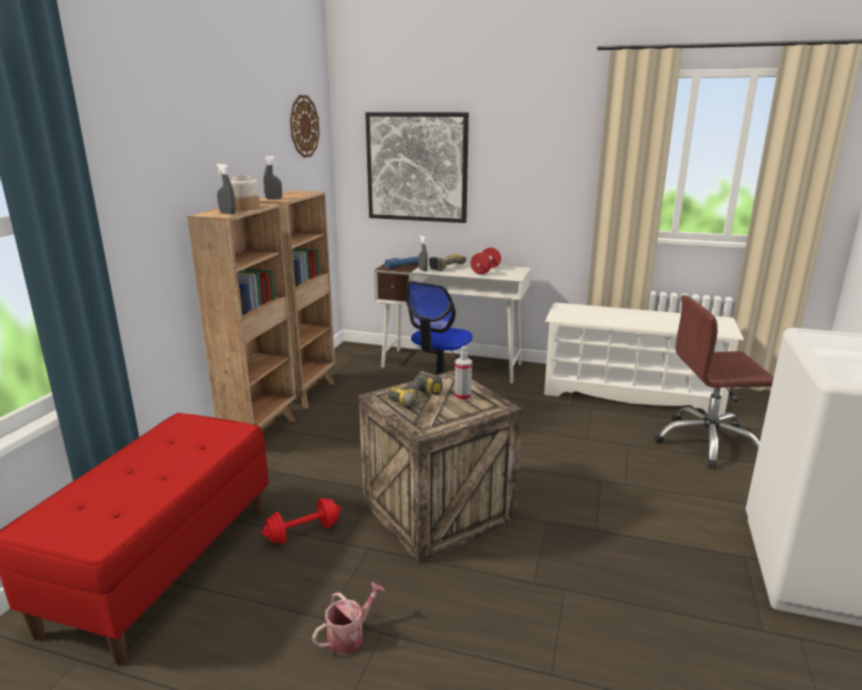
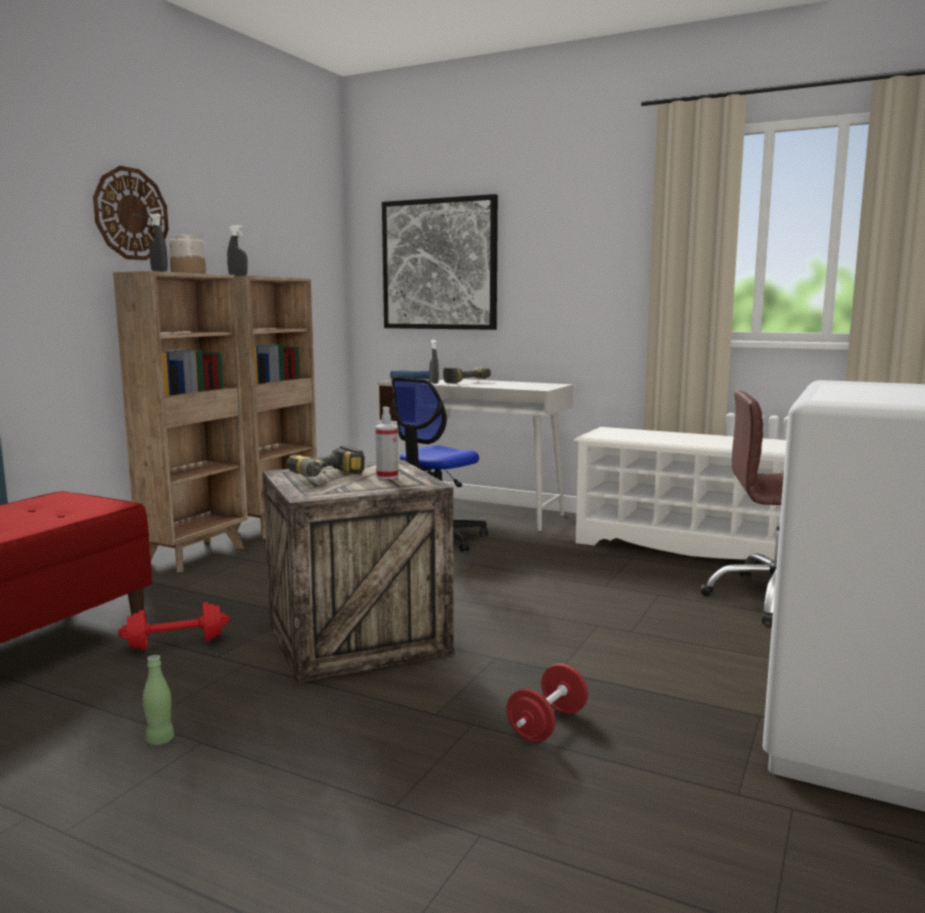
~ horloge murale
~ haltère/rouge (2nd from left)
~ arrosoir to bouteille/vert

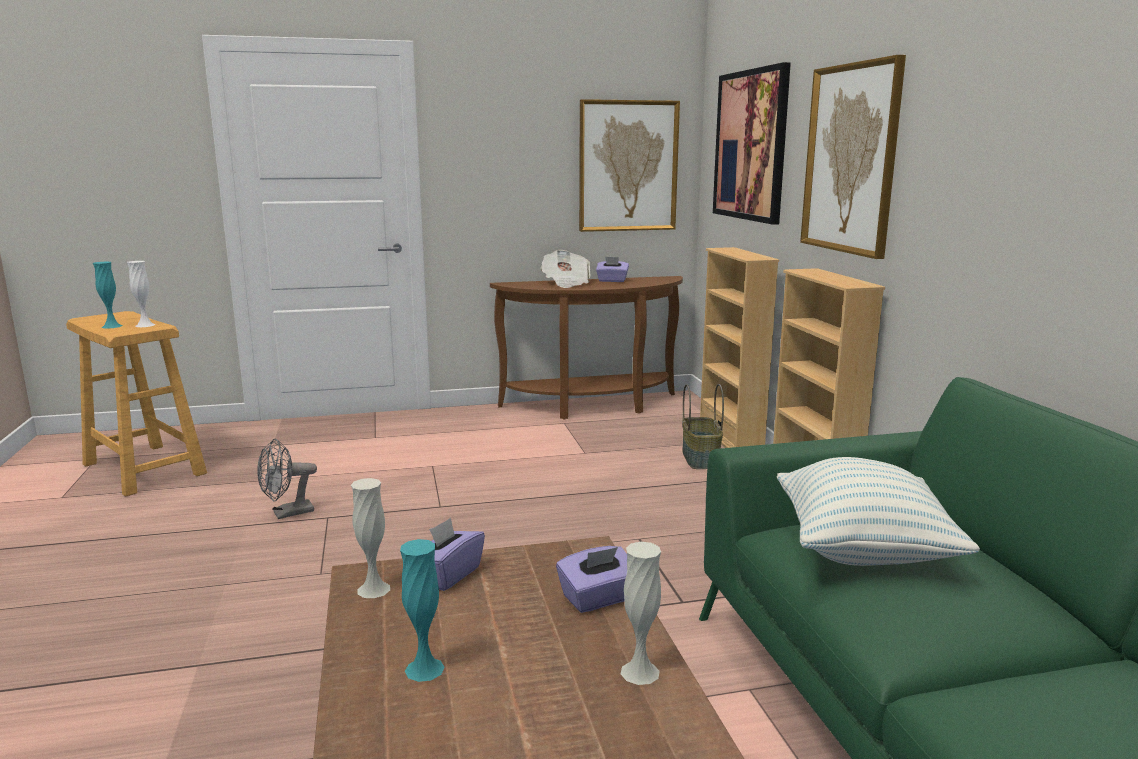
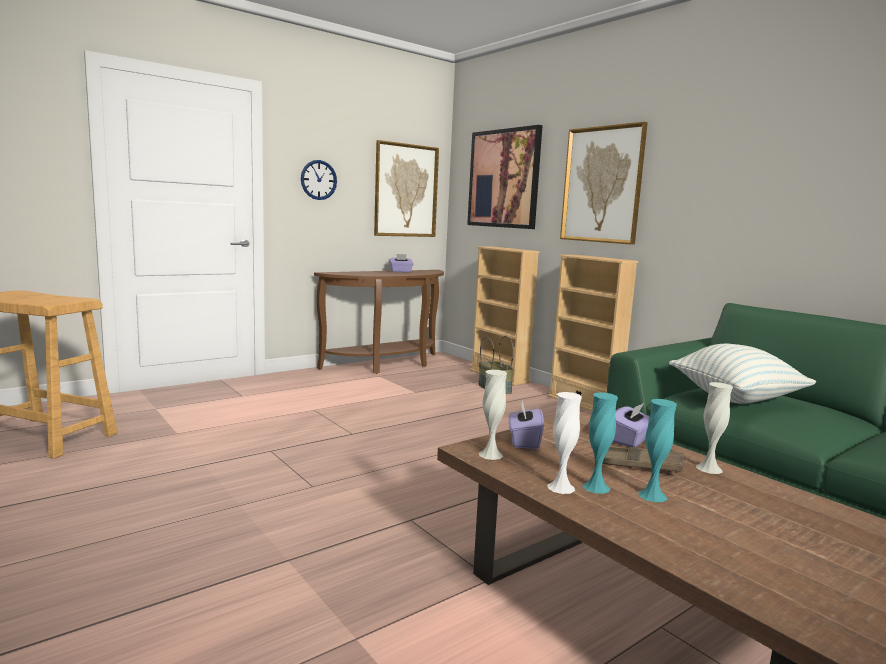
- ventilateur/gris
- journal
+ horloge murale
+ plateau/marron
~ vase/turquoise (1st from left in the first image) to vase/turquoise (2nd from left)
~ vase/blanc (1st from left in the first image) to vase/blanc (2nd from left)

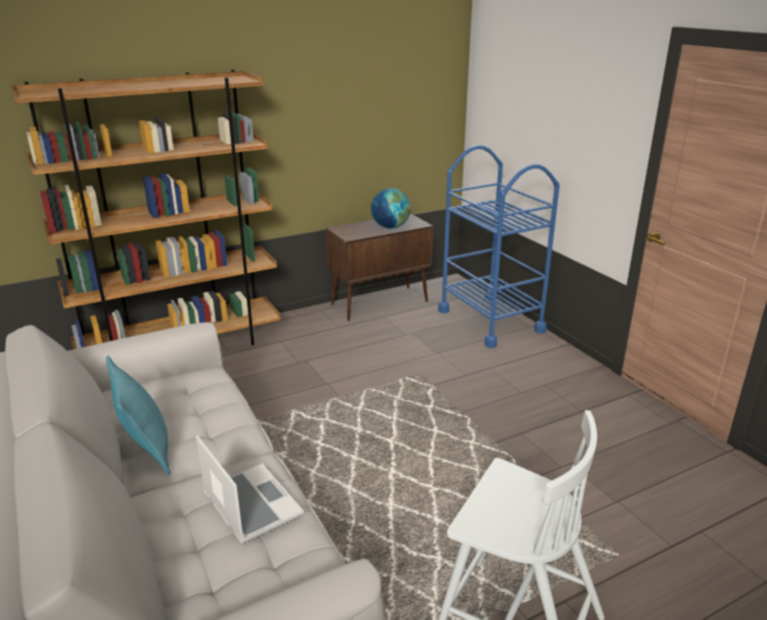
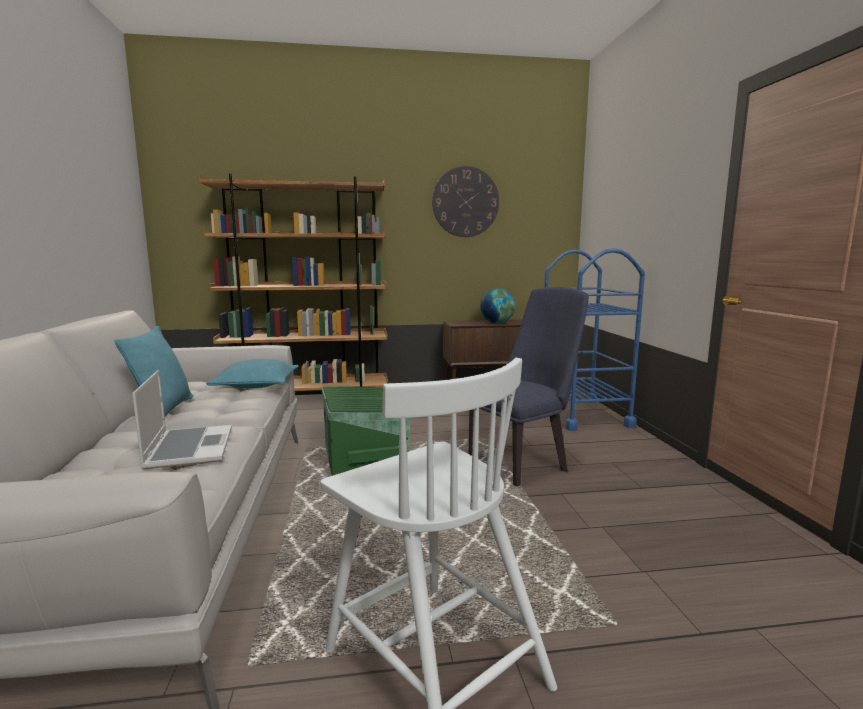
+ coussin/turquoise (2nd from left)
+ boîte de rangement/vert
+ horloge murale
+ chaise/bleu

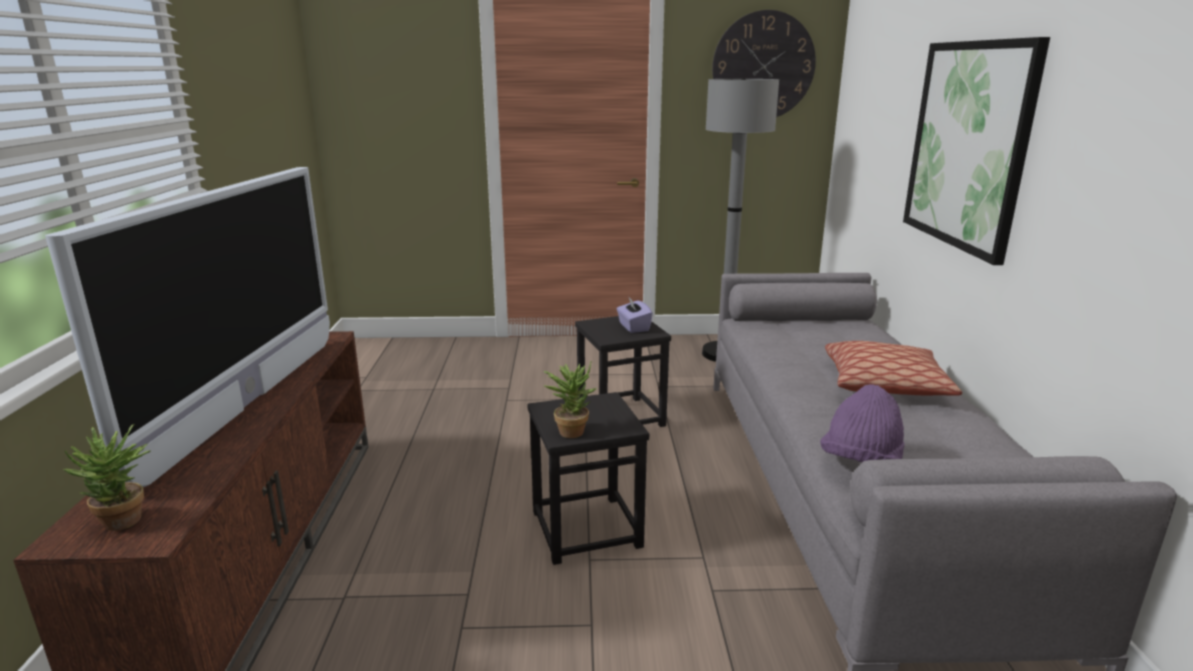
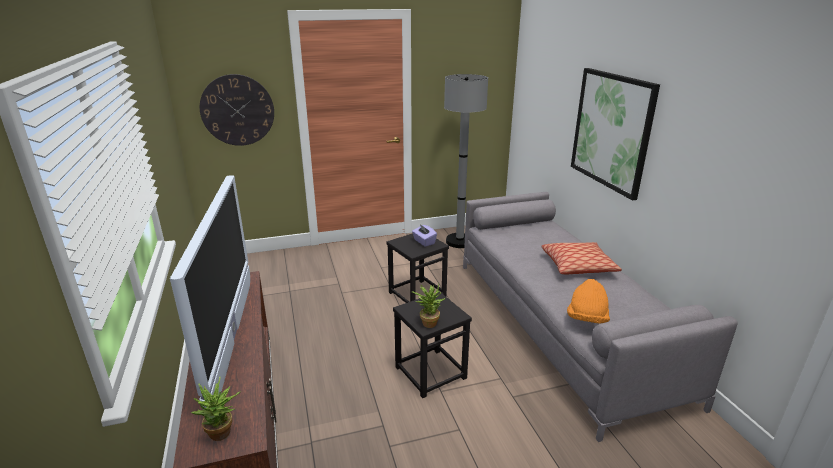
~ horloge murale
~ chapeau/violet to chapeau/orange

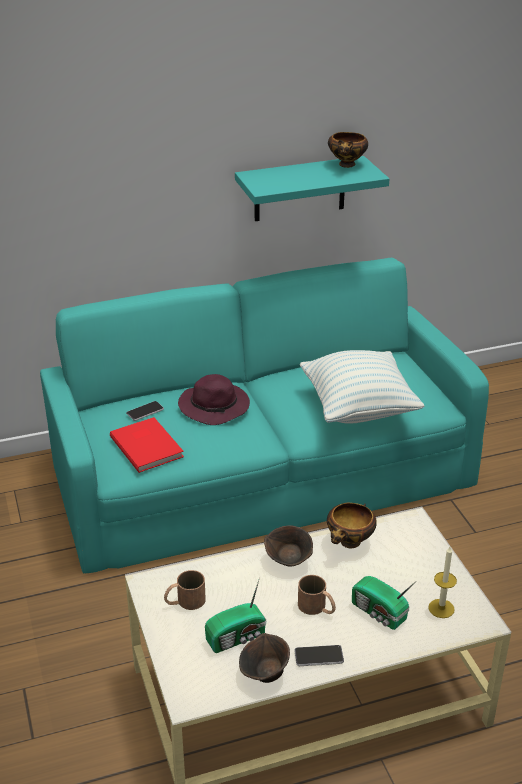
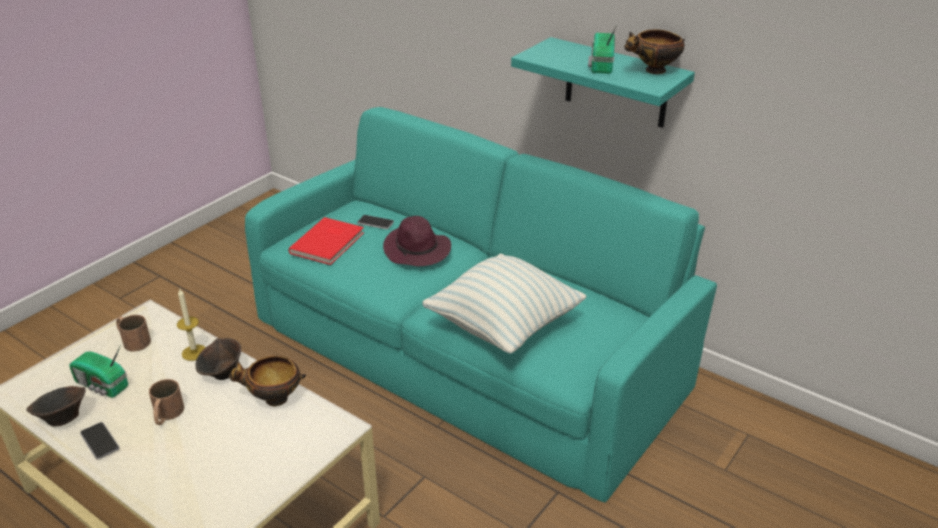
~ radio (2nd from left)
~ bougie

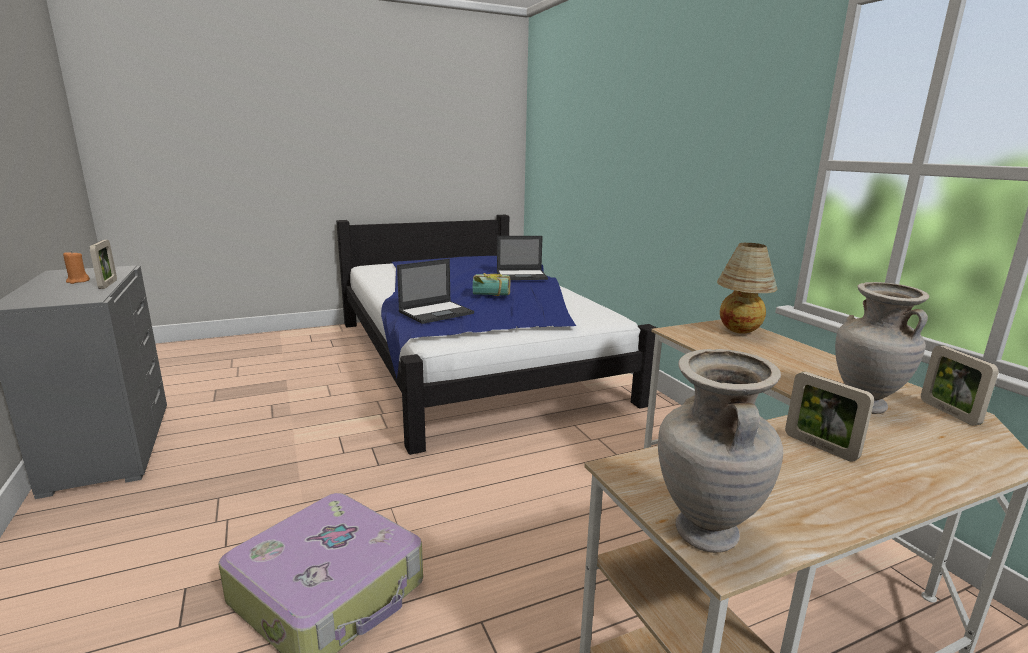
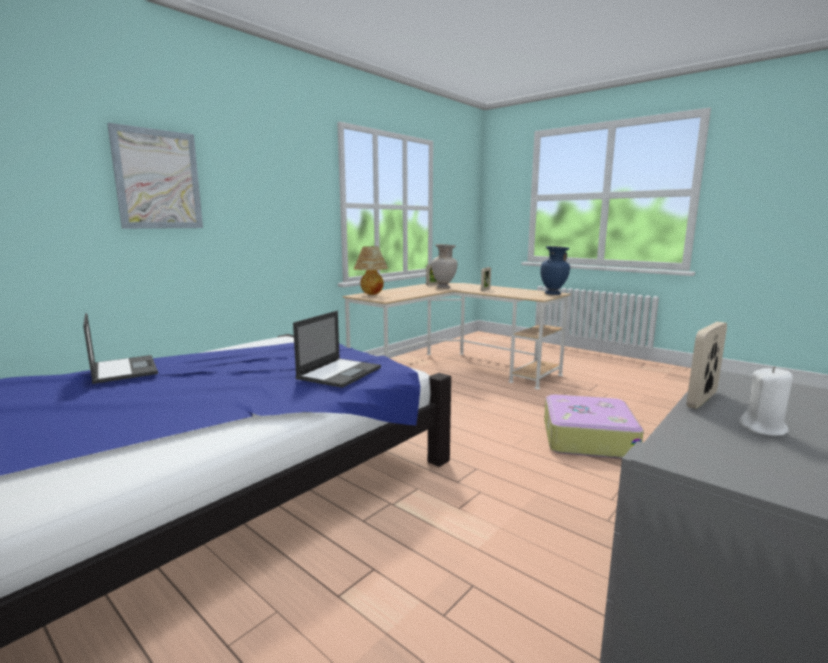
- livre
+ tableau
~ bougie/orange to bougie/blanc
~ vase/beige (1st from left) to vase/bleu
~ ordinateur portable (1st from left in the first image) 90 degrees clockwise

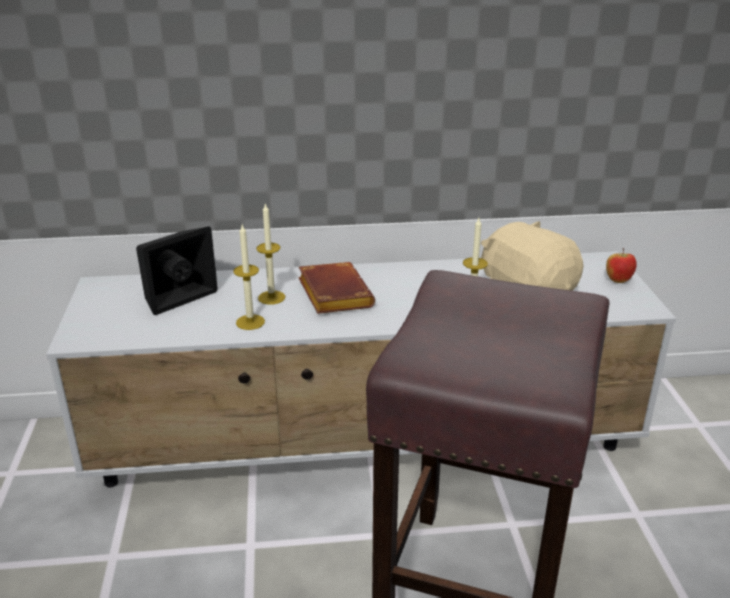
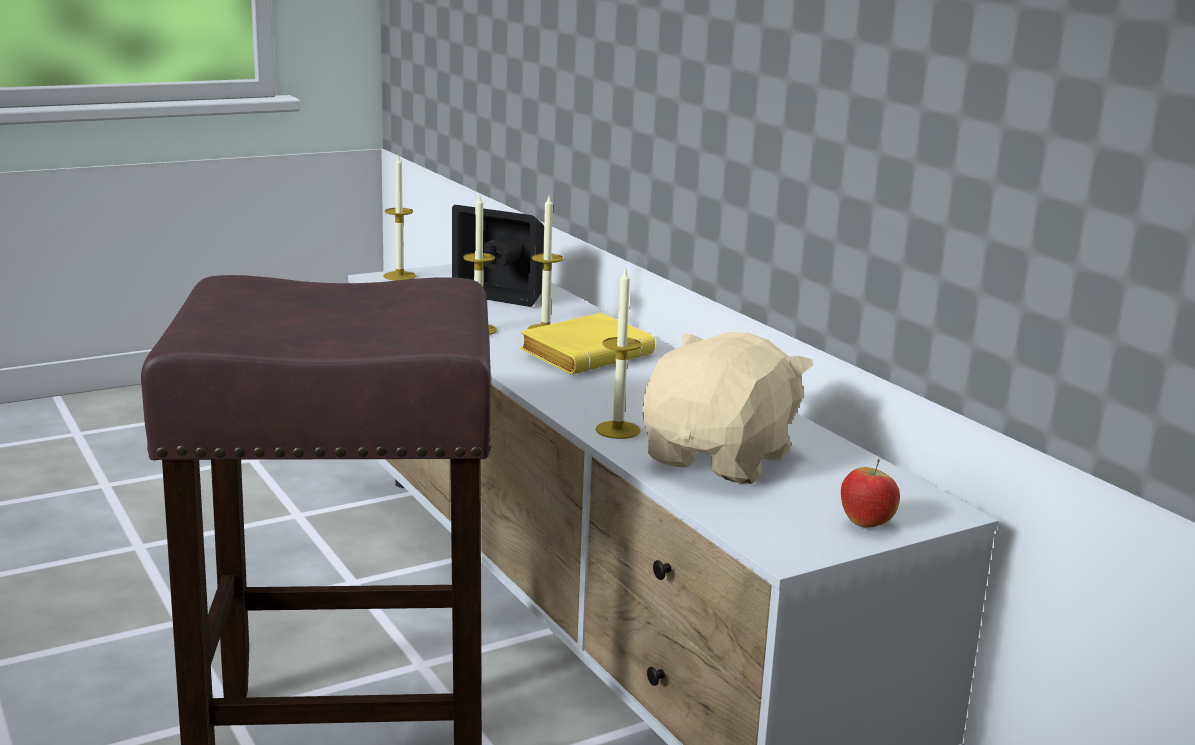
+ bougie (1st from left)
~ livre/marron to livre/jaune

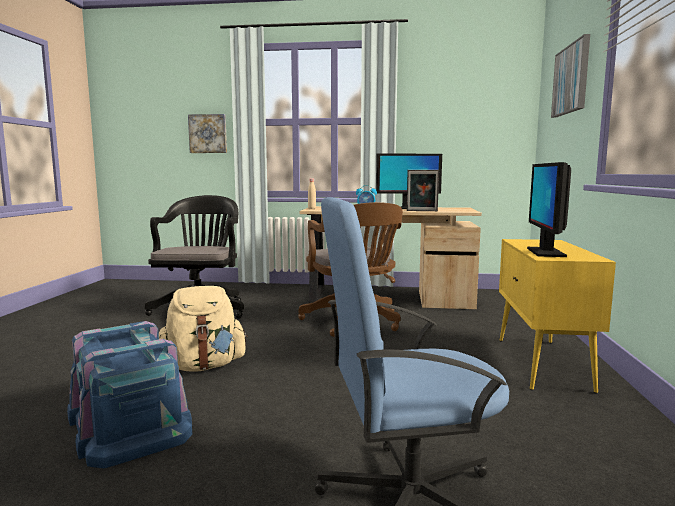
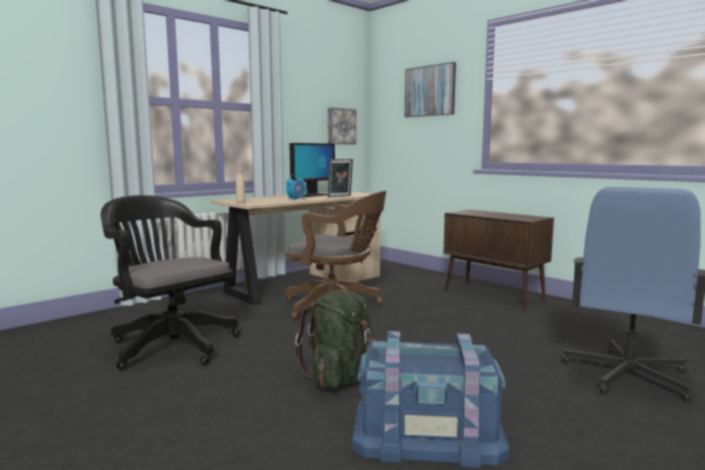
- écran d'ordinateur (2nd from left)
~ tableau (1st from left)
~ sac à dos/beige to sac à dos/vert
~ meuble de rangement/jaune to meuble de rangement/marron

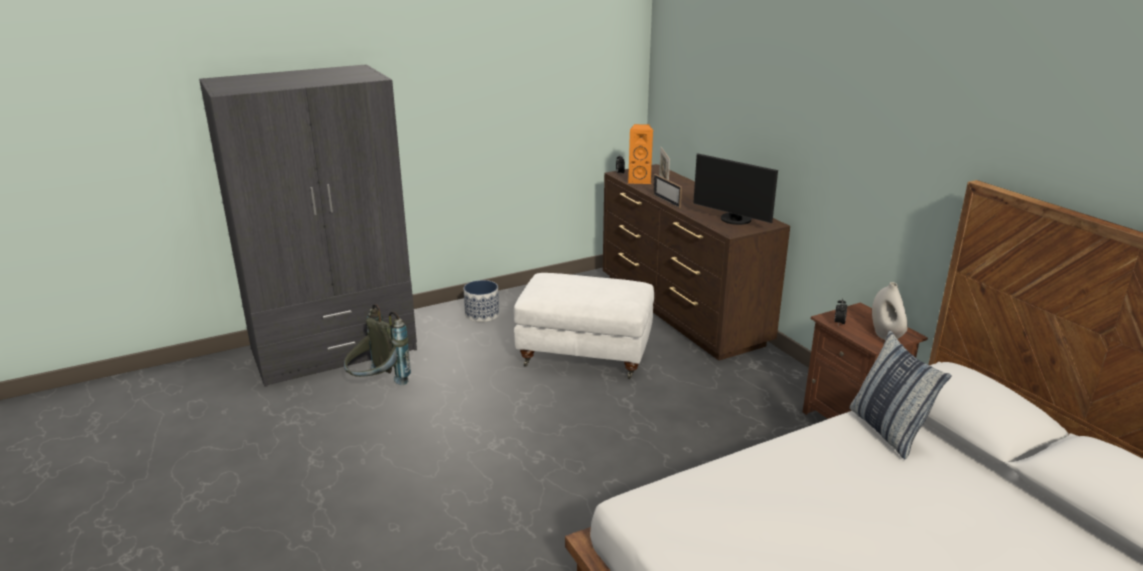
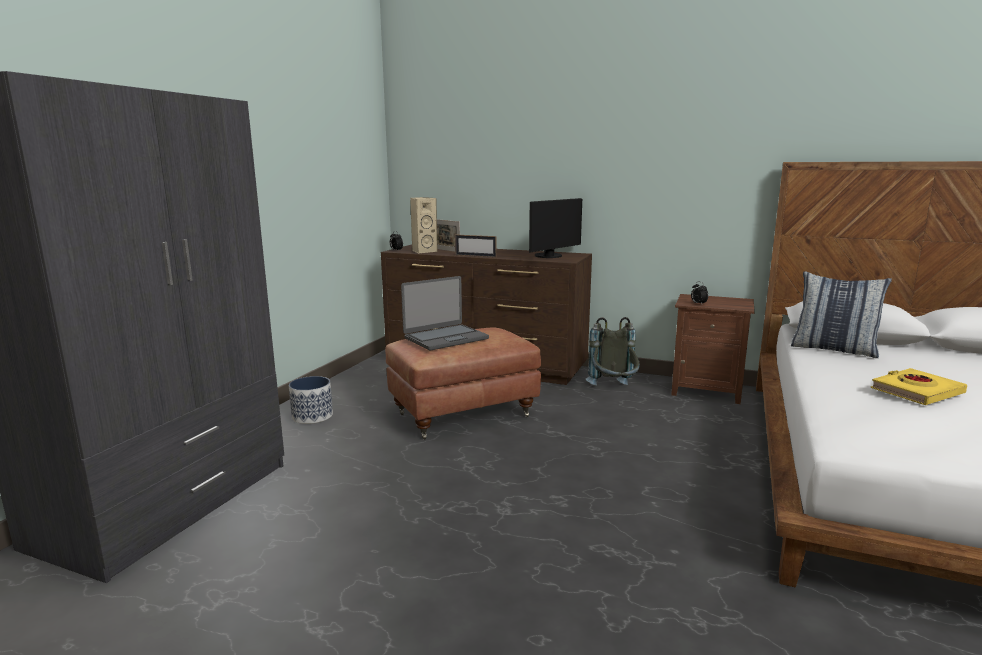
- vase/blanc
+ ordinateur portable
+ livre/jaune
~ sac à dos/gris
~ pouf/blanc to pouf/marron
~ enceinte/orange to enceinte/beige
~ écran d'ordinateur 45 degrees counterclockwise

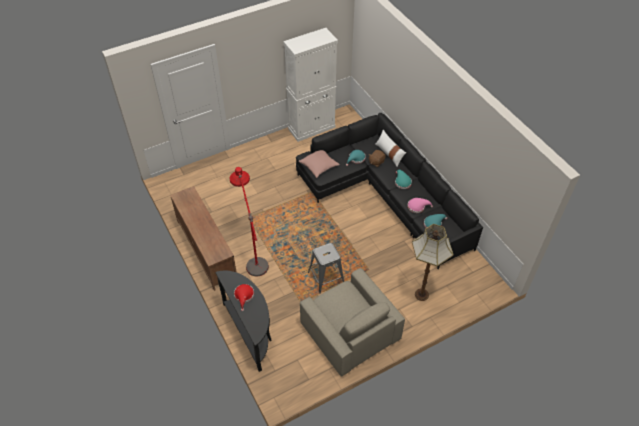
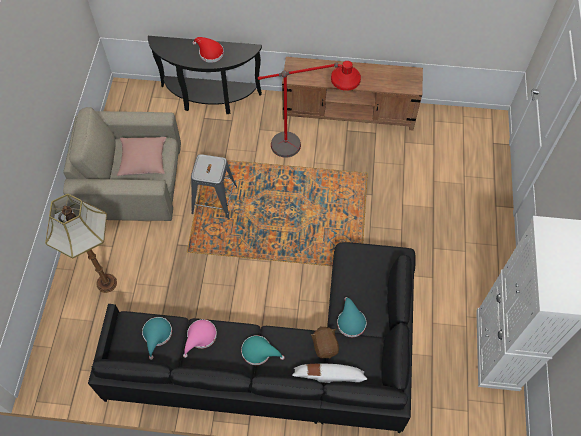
~ coussin/rose

